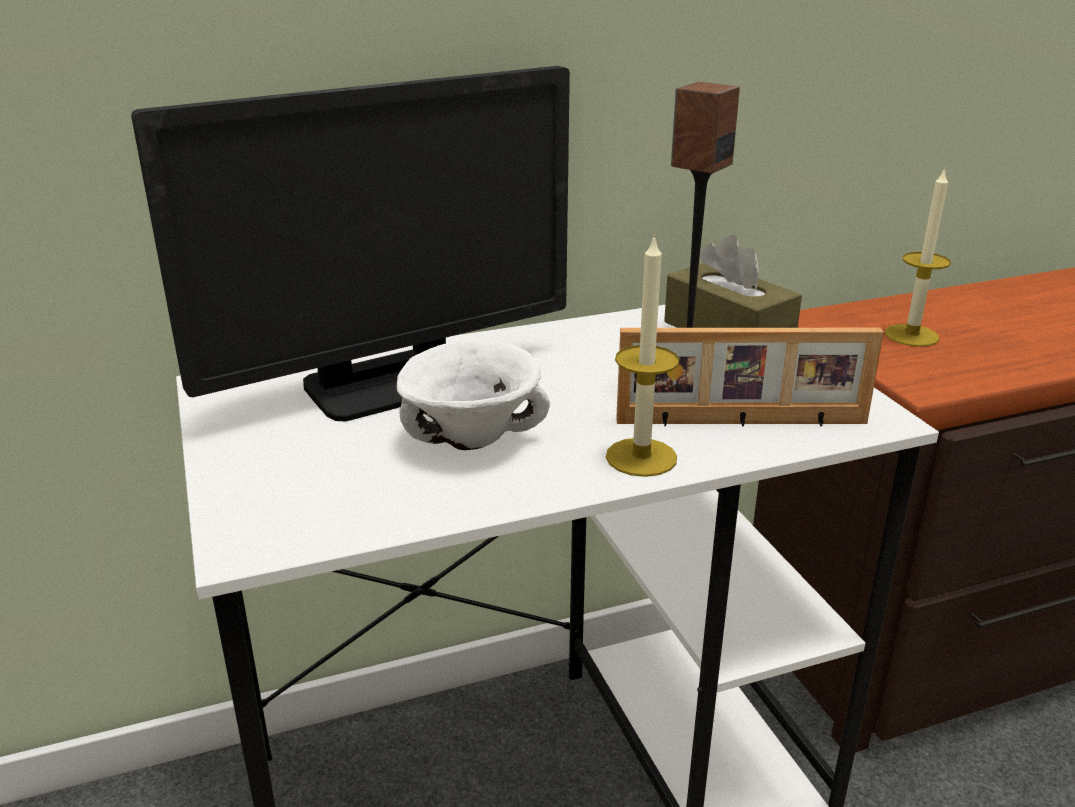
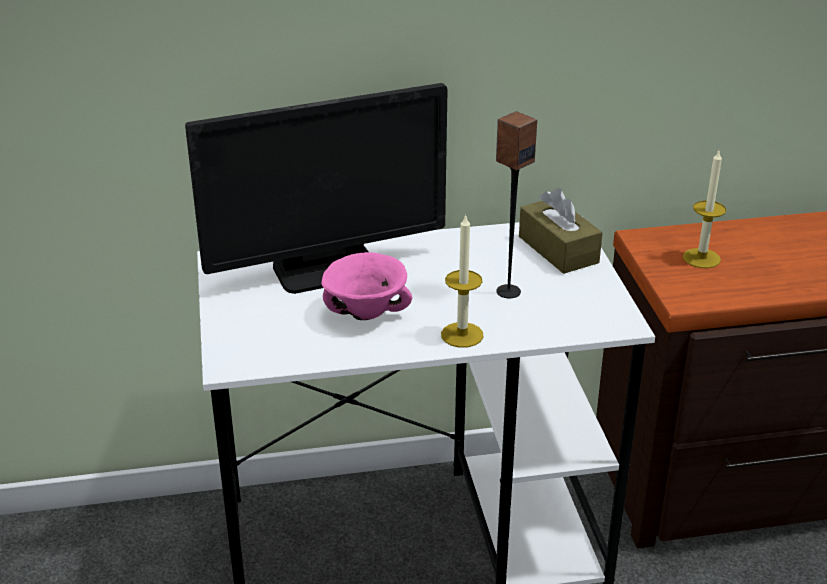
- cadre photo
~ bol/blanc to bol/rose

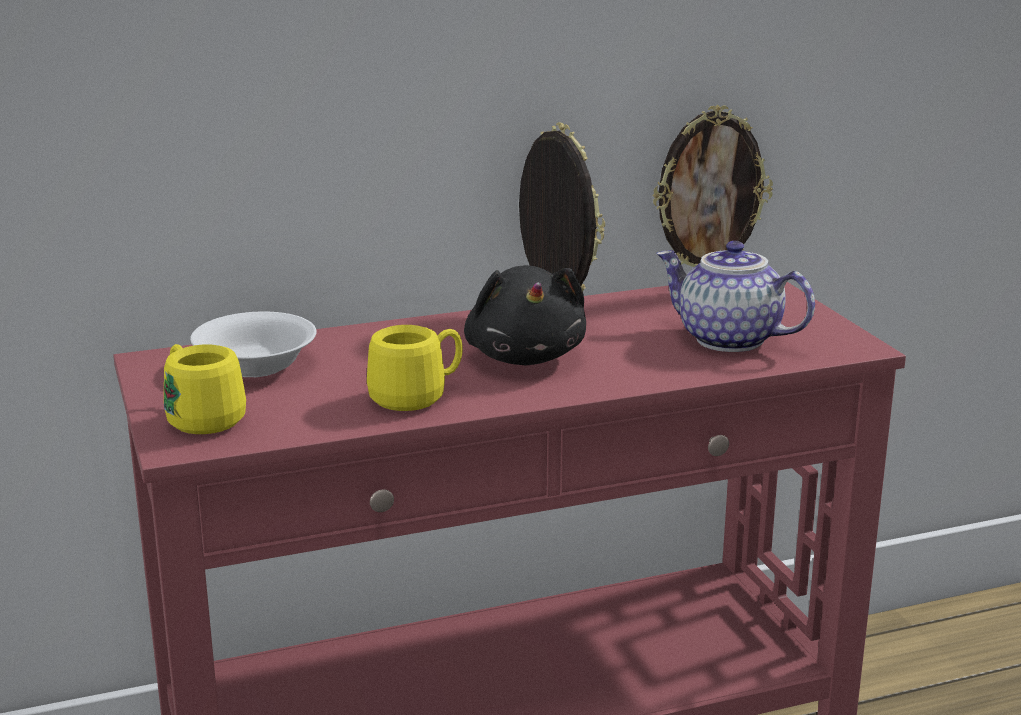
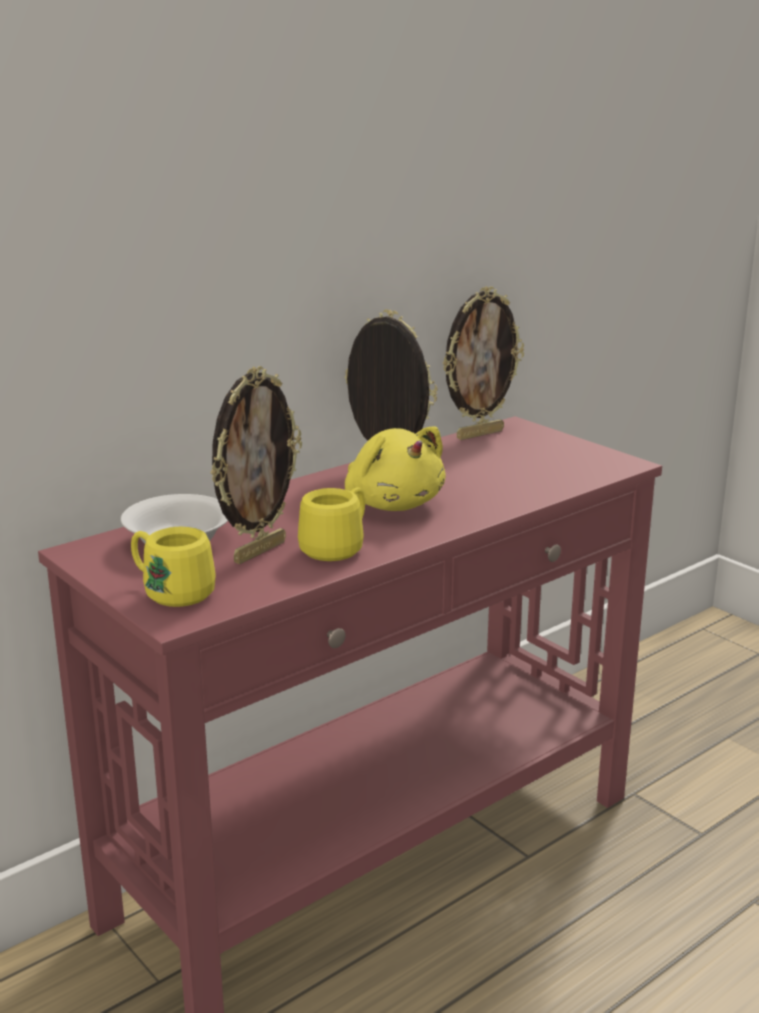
- théière
+ cadre photo (1st from left)
~ peluche/noir to peluche/jaune

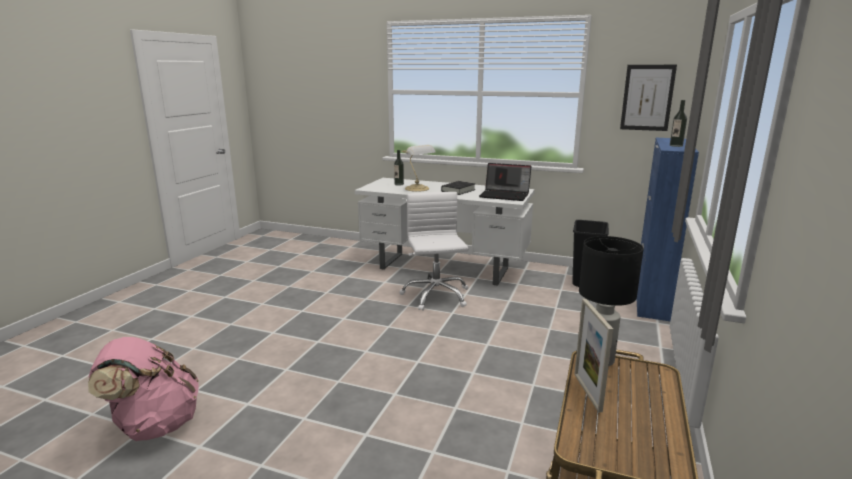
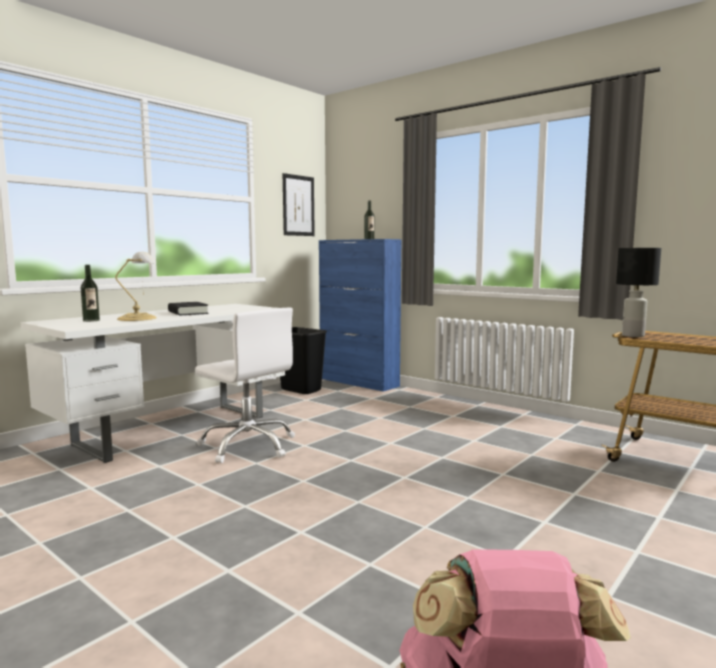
- ordinateur portable
- cadre photo
~ chaise de bureau/blanc 150 degrees counterclockwise

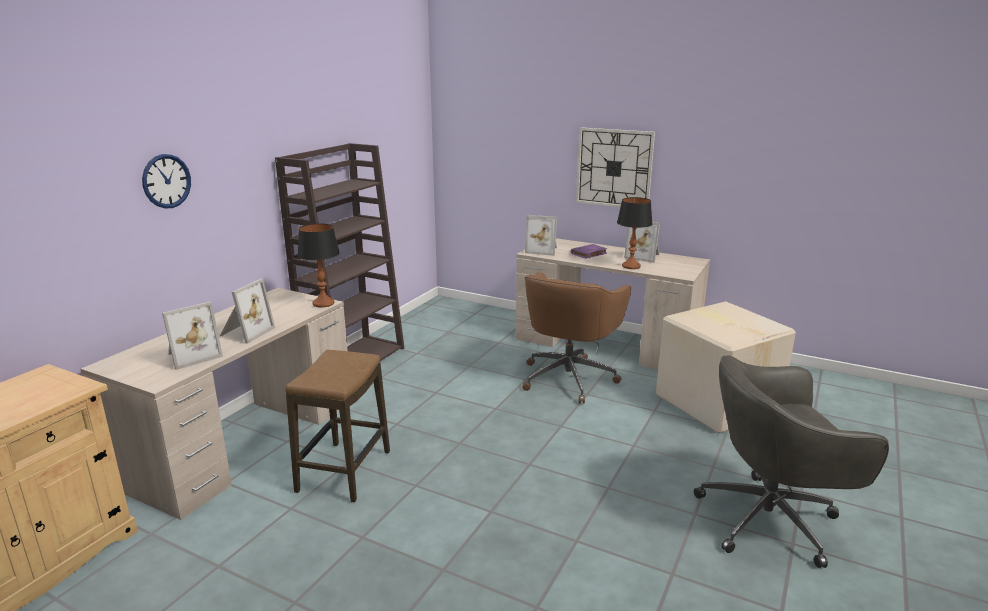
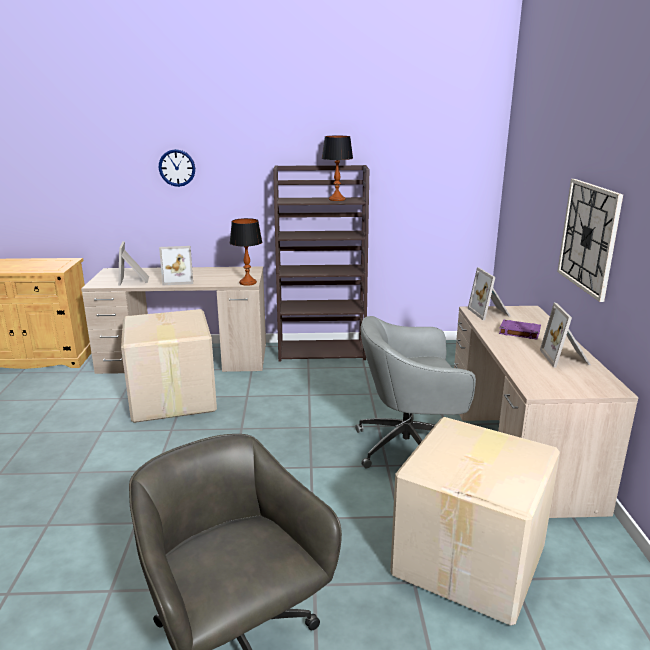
~ lampe de table (2nd from left)
~ tabouret to carton (1st from left)
~ chaise de bureau/marron to chaise de bureau/gris (2nd from left)
~ cadre photo (1st from left) 60 degrees clockwise

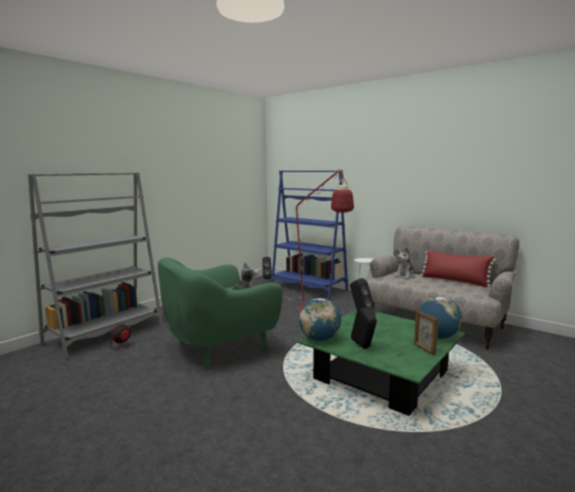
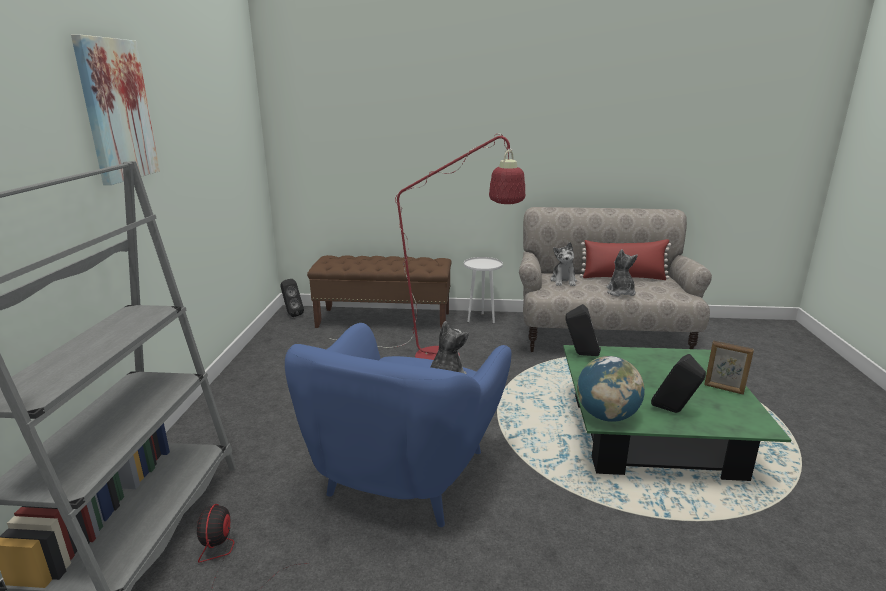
- globe (2nd from left)
+ tableau
+ peluche (3rd from left)
~ bibliothèque/bleu to banc/marron
~ fauteuil/vert to fauteuil/bleu

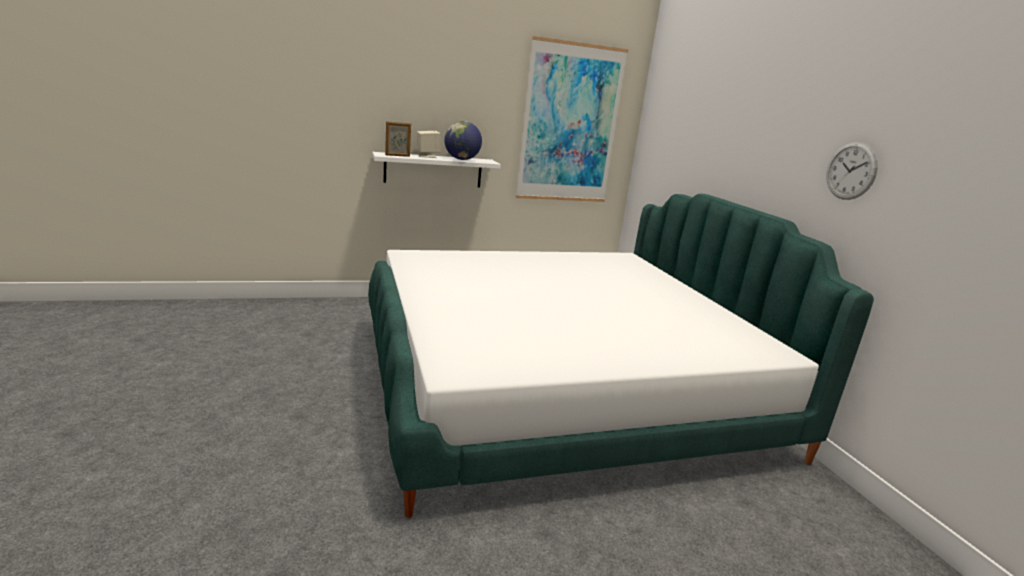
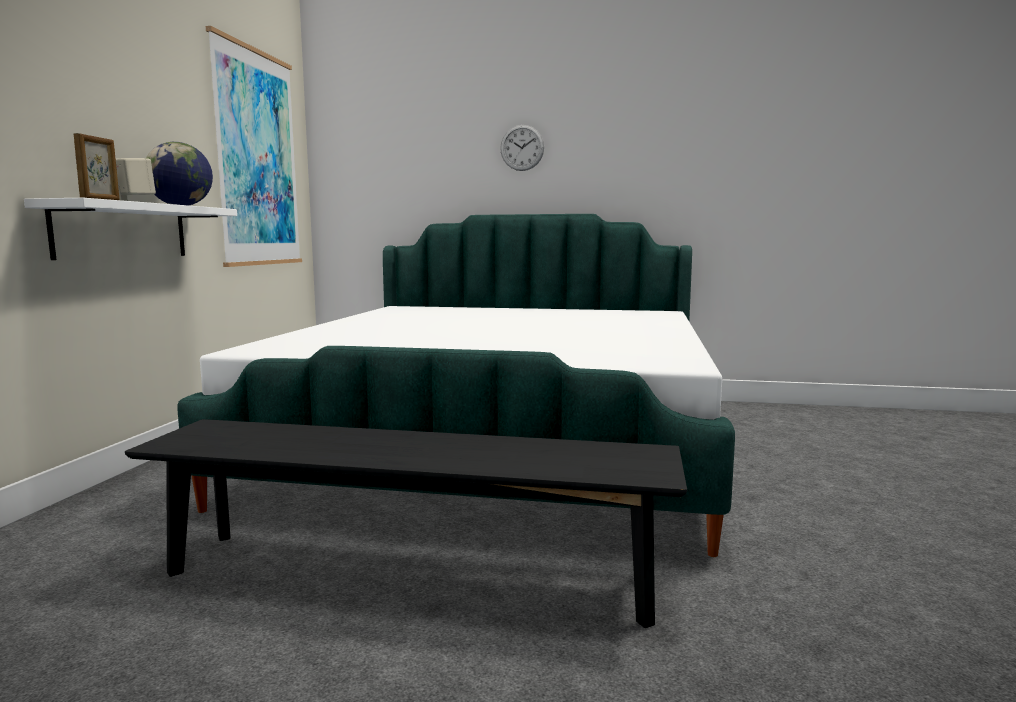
+ banc/noir
~ horloge murale

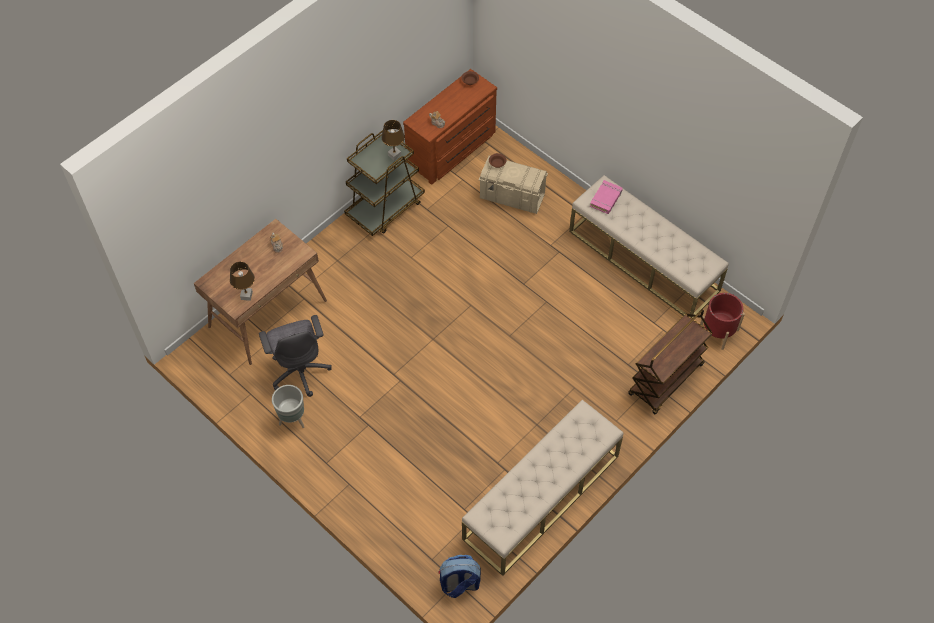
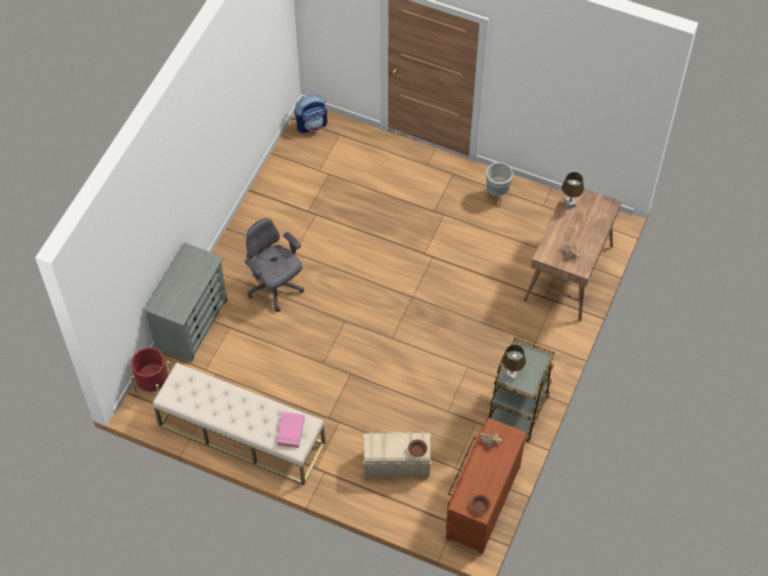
- banc/beige (1st from left)
~ chaise de bureau/gris
~ chariot/marron (2nd from left) to commode/gris

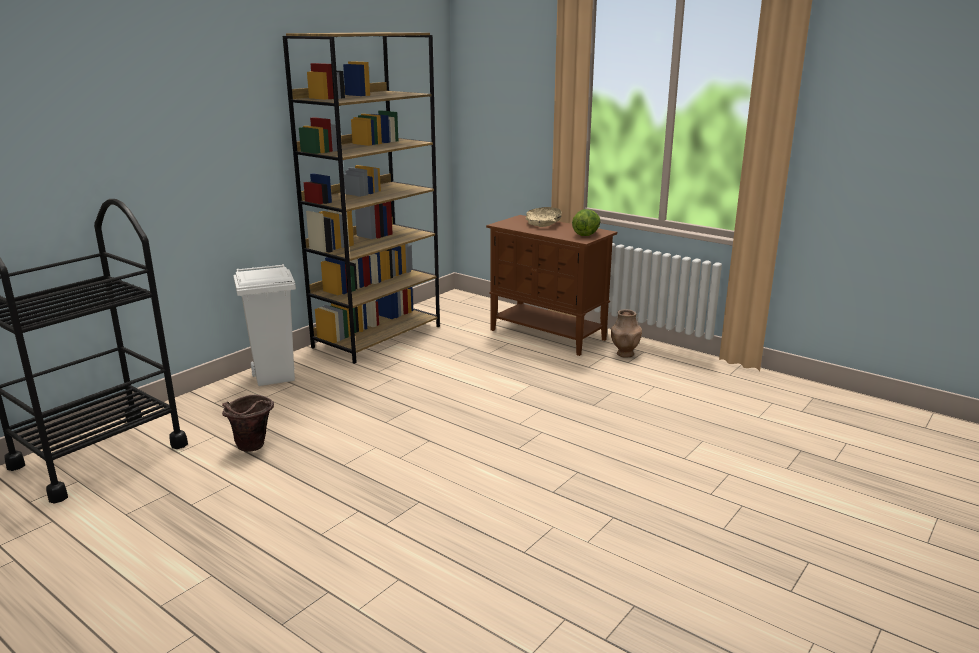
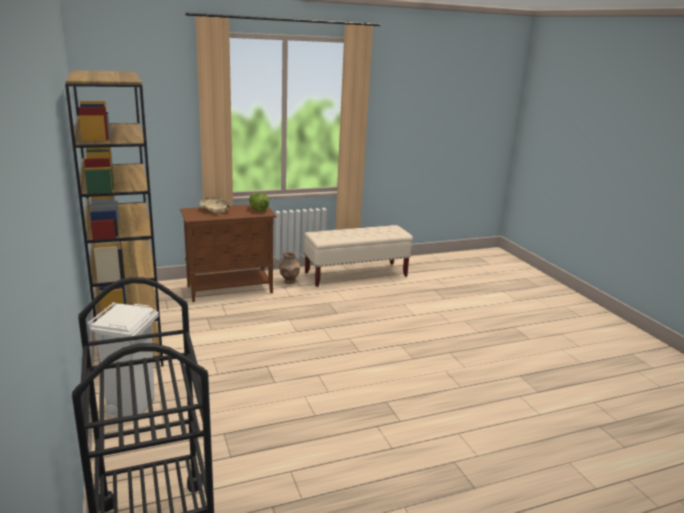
- seau/marron
+ banc/beige

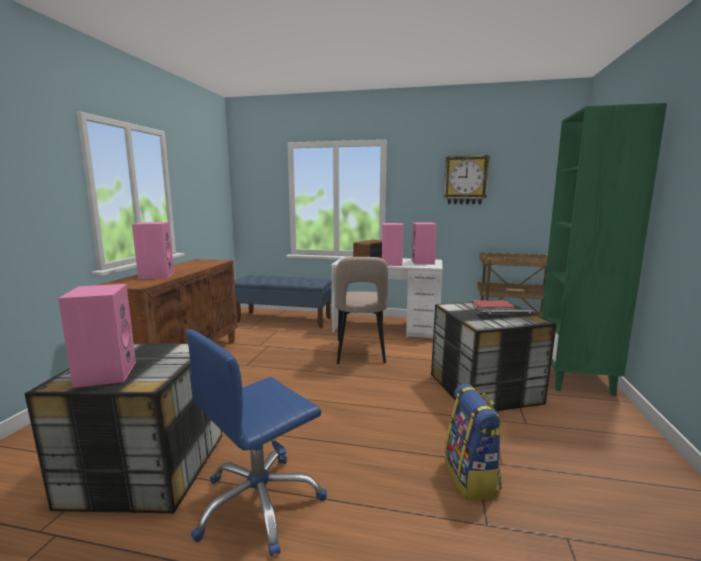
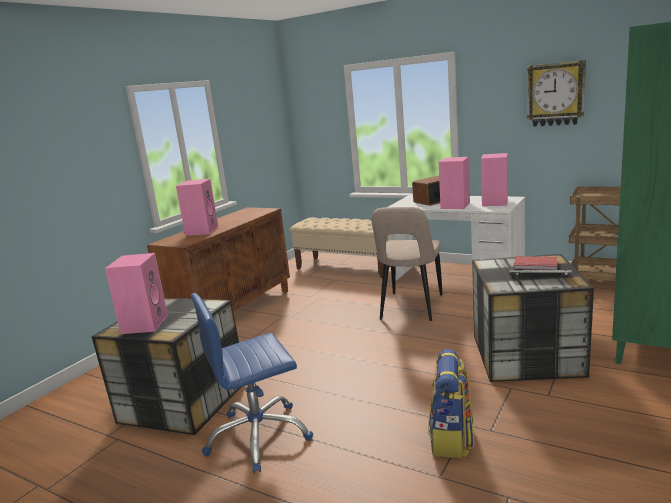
~ banc/bleu to banc/beige

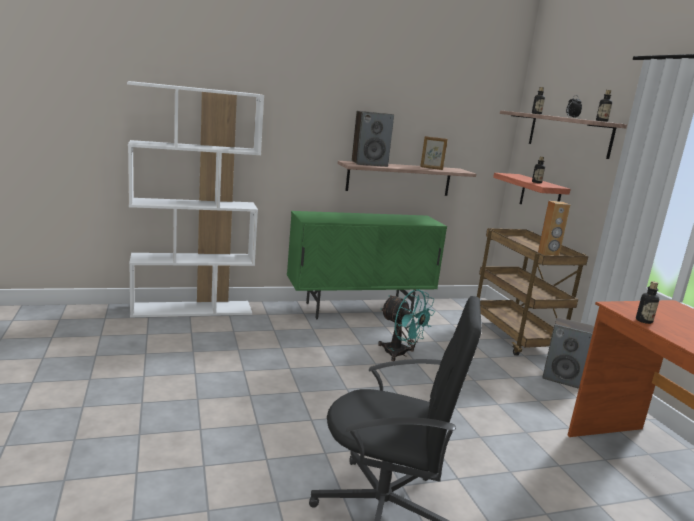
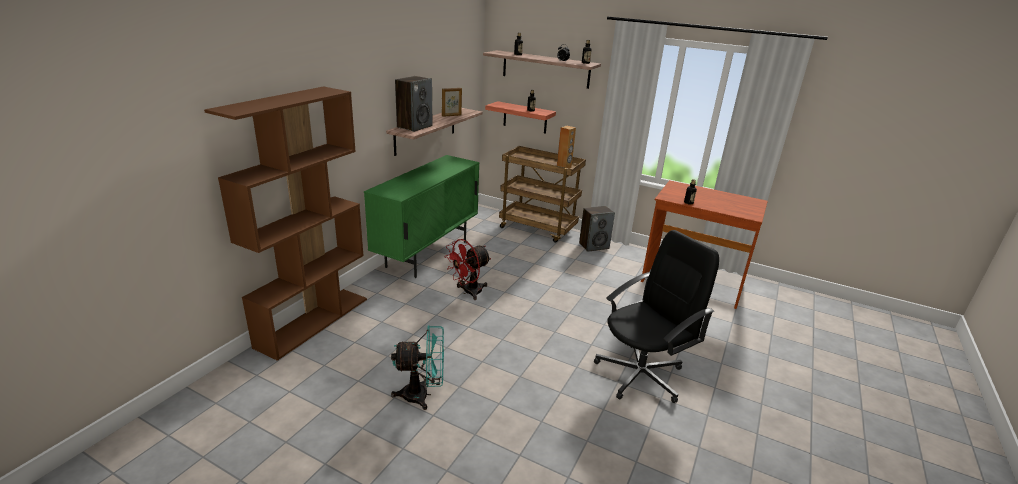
+ ventilateur/rouge
~ ventilateur/turquoise
~ bibliothèque/blanc to bibliothèque/marron

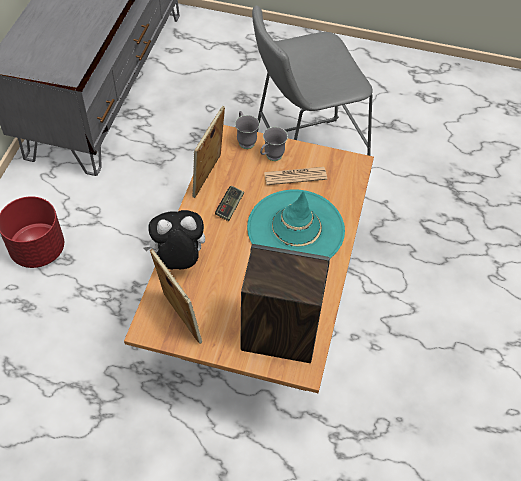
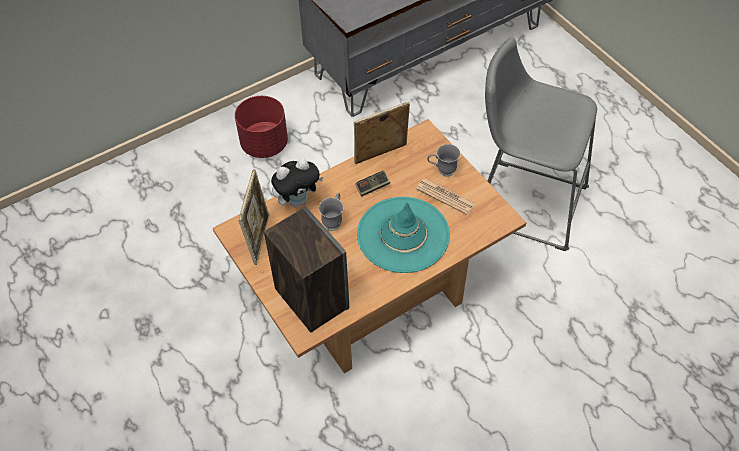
~ mug/gris (1st from left)
~ peluche 120 degrees clockwise

